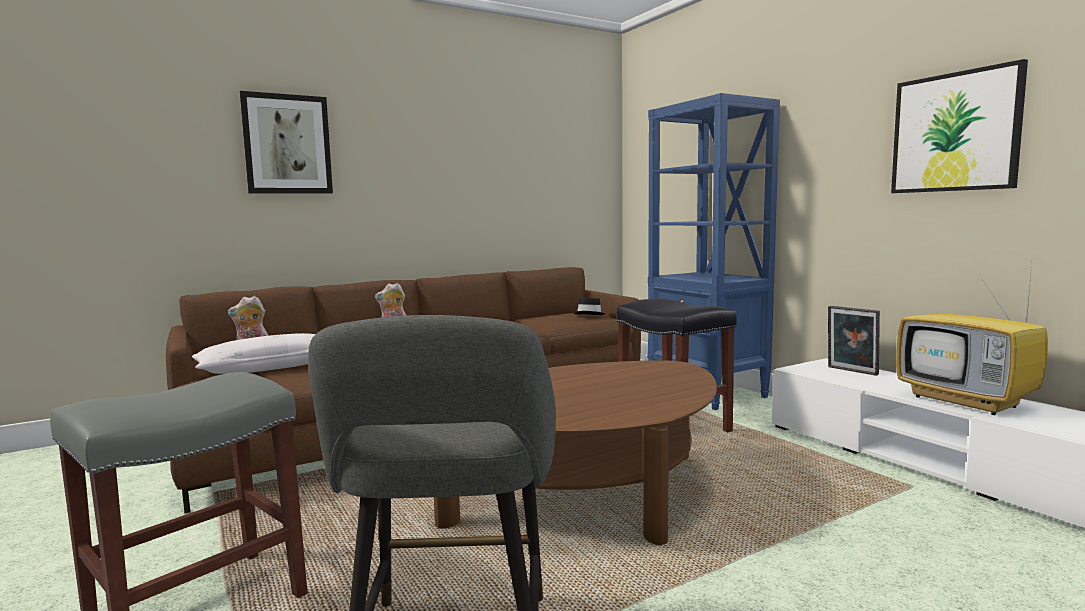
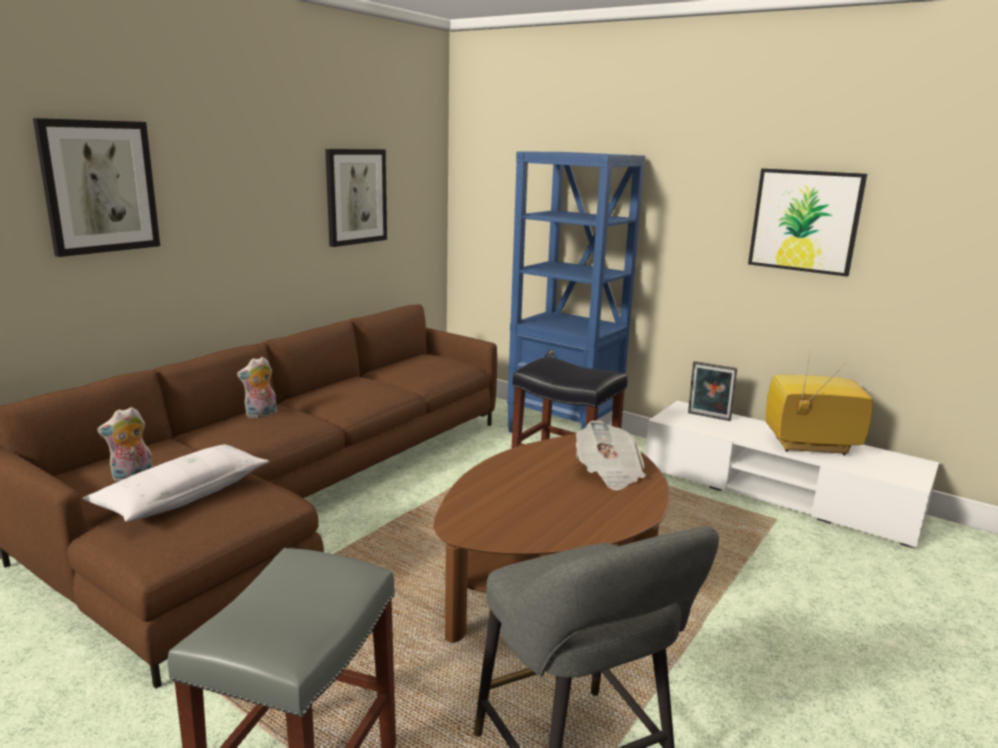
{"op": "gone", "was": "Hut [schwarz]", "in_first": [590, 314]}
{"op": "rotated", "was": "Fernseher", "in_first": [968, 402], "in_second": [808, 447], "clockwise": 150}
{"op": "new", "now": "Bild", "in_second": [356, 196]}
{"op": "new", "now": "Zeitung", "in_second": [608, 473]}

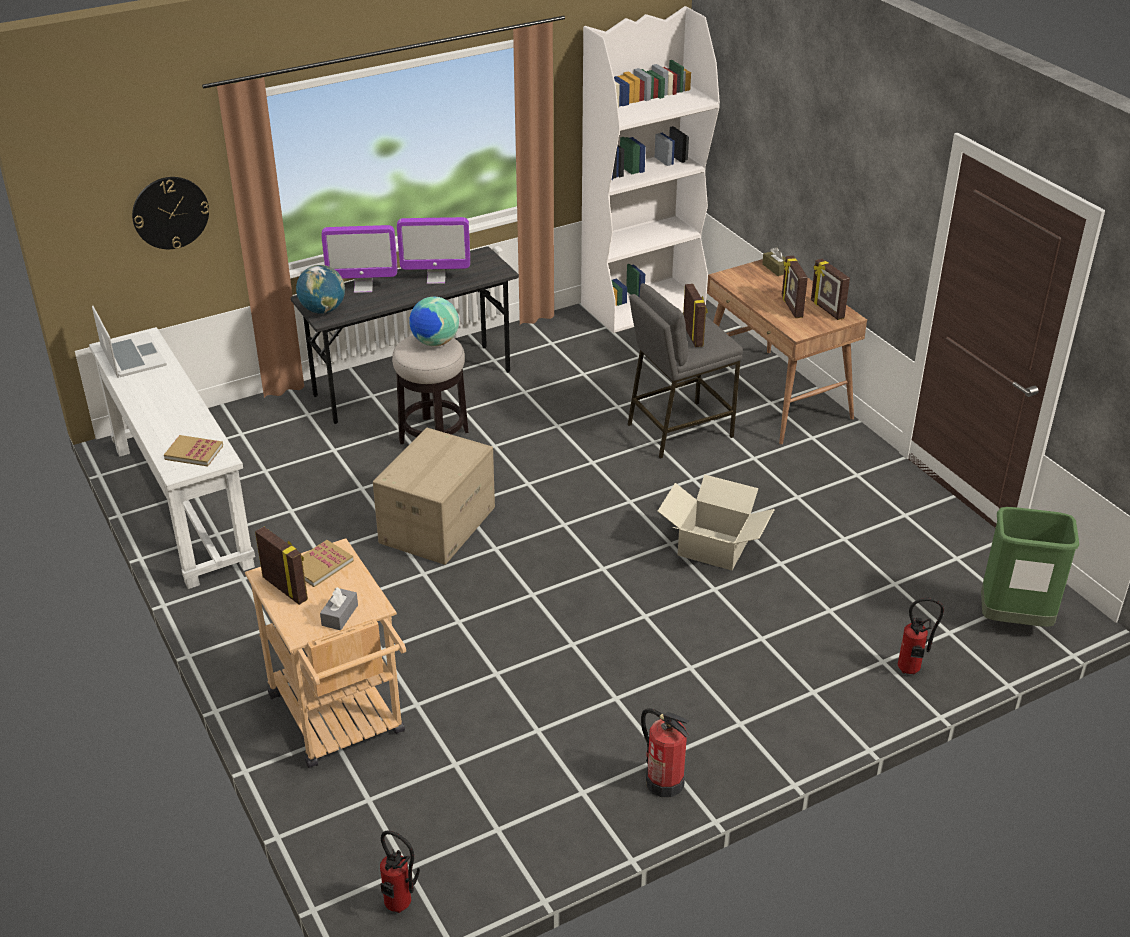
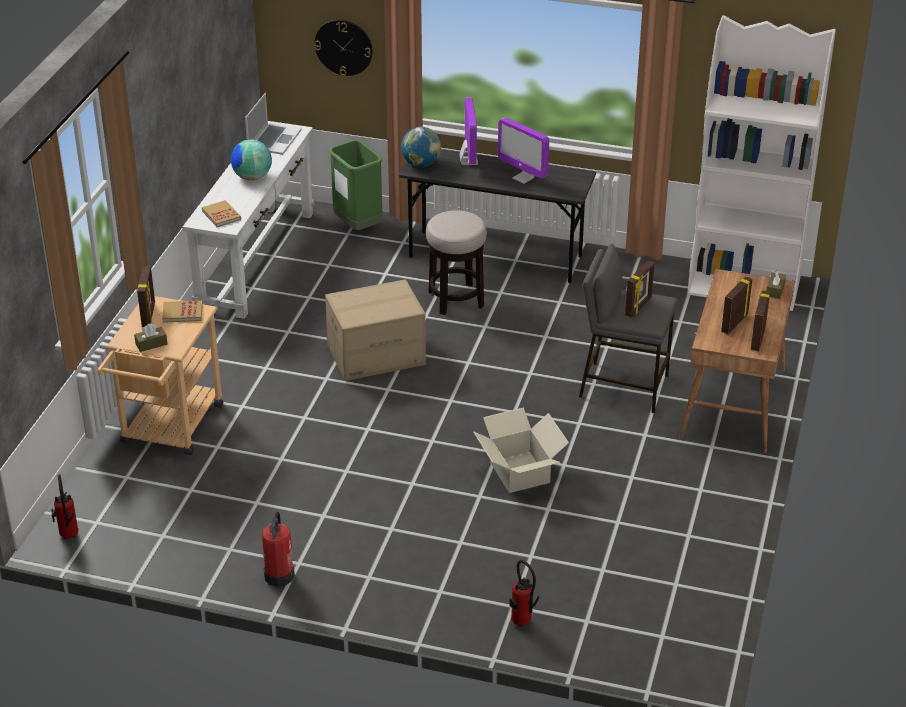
{"op": "repainted", "was": "Taschentuchbox [grau]", "now": "Taschentuchbox [braun]", "in_first": [340, 615], "in_second": [151, 344]}
{"op": "rotated", "was": "Monitor", "in_first": [363, 287], "in_second": [468, 161], "clockwise": -135}
{"op": "shifted", "was": "Globus", "in_first": [435, 342], "in_second": [252, 177]}
{"op": "shifted", "was": "Mülleimer [grün]", "in_first": [1013, 621], "in_second": [357, 226]}

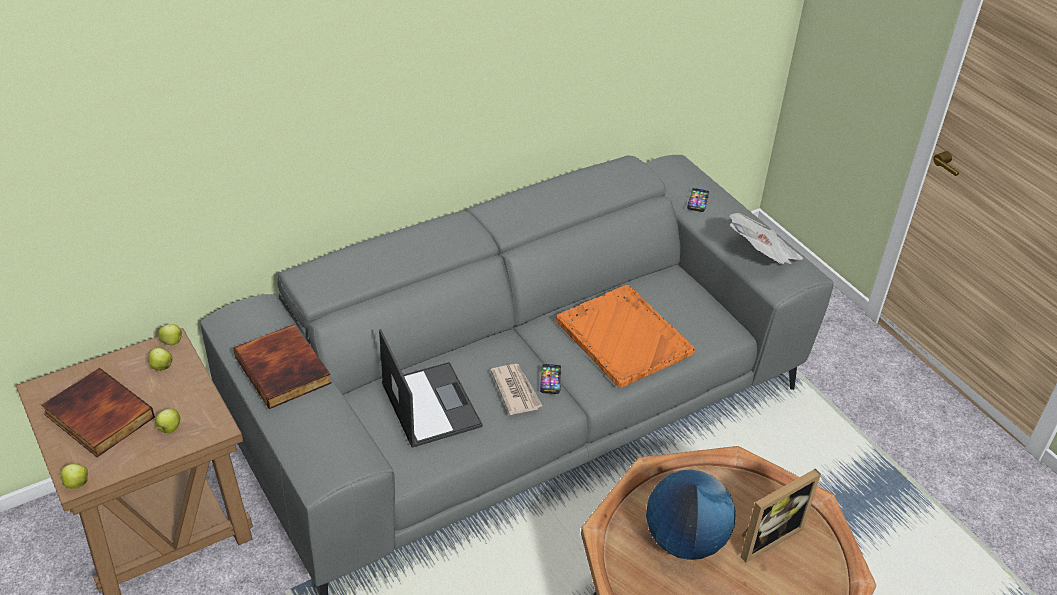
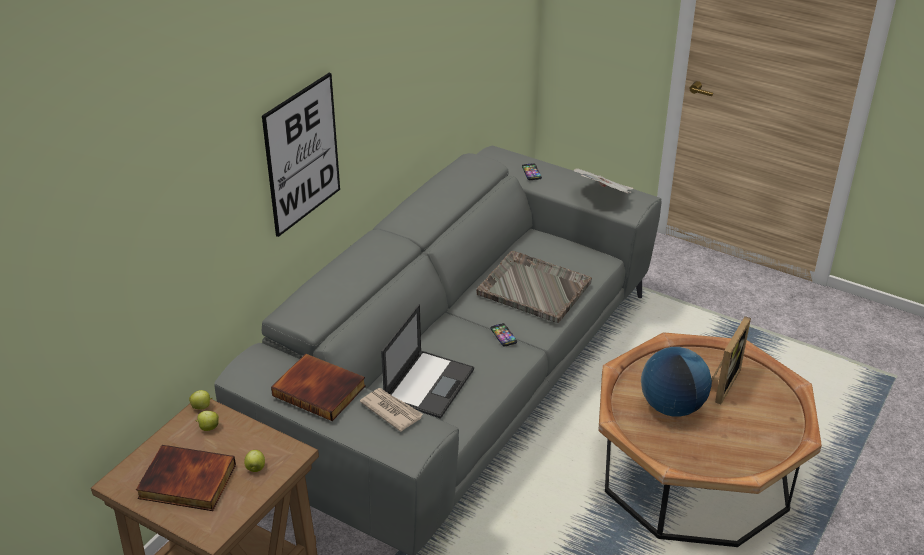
{"op": "gone", "was": "Apfel", "in_first": [76, 483]}
{"op": "rotated", "was": "Laptop", "in_first": [430, 404], "in_second": [429, 383], "clockwise": 75}
{"op": "shifted", "was": "Zeitung", "in_first": [516, 390], "in_second": [391, 410]}
{"op": "repainted", "was": "Tablett [orange]", "now": "Tablett [grau]", "in_first": [623, 336], "in_second": [533, 288]}
{"op": "new", "now": "Bild", "in_second": [302, 154]}

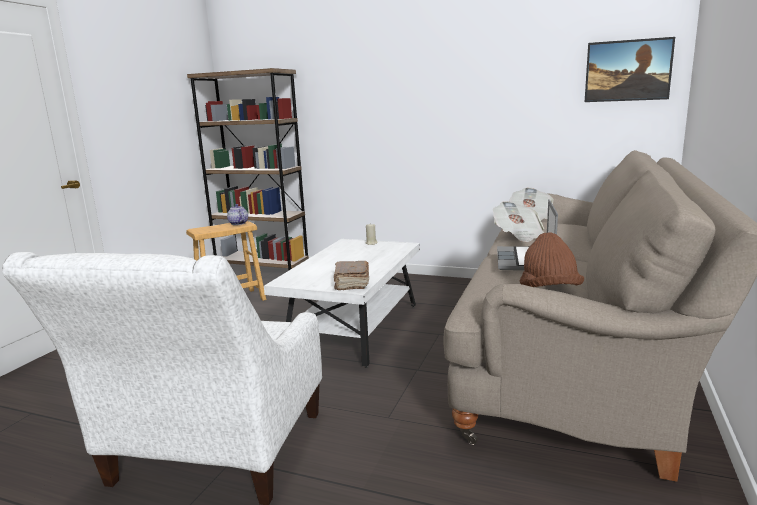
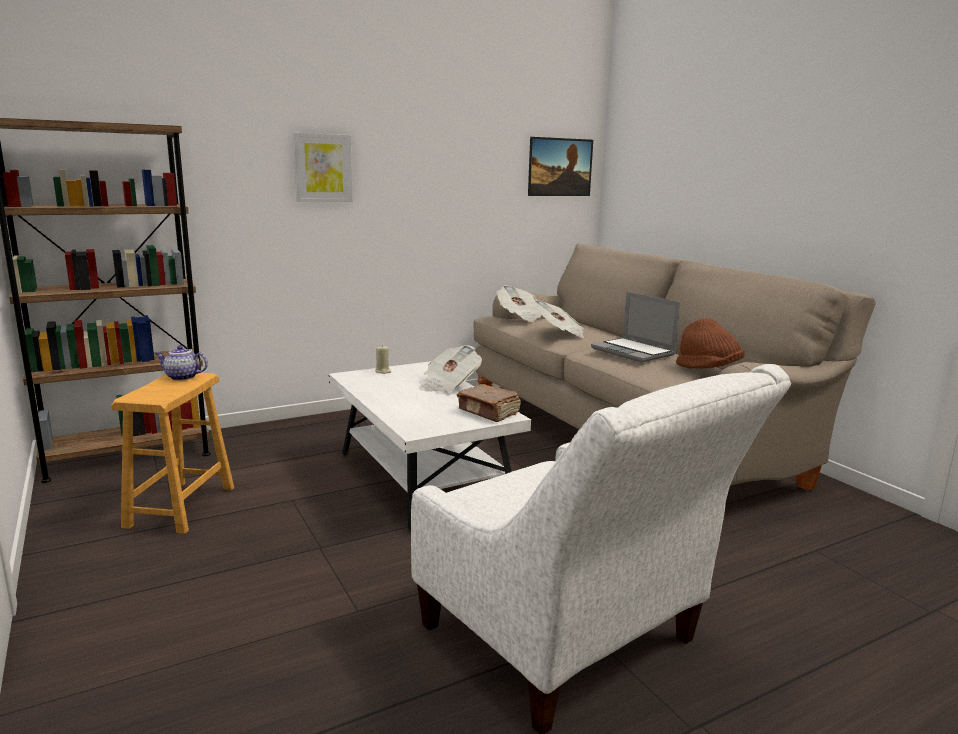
{"op": "new", "now": "Bild", "in_second": [323, 168]}
{"op": "new", "now": "Zeitung", "in_second": [448, 385]}

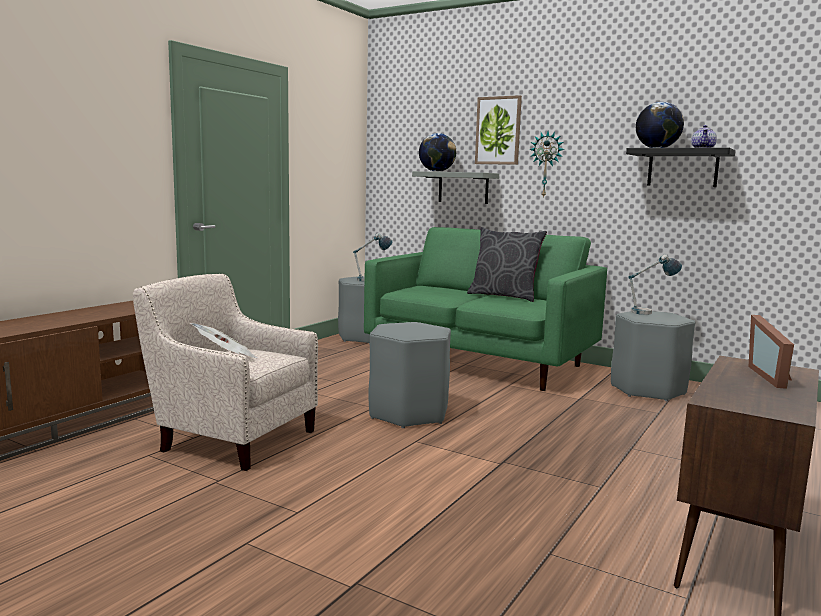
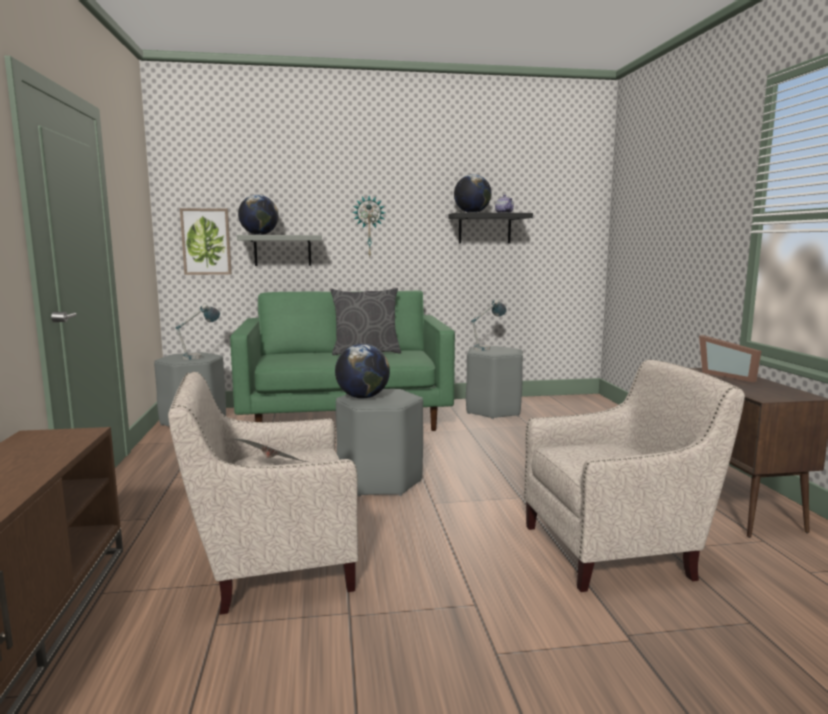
{"op": "shifted", "was": "Bild", "in_first": [498, 130], "in_second": [206, 241]}
{"op": "new", "now": "Globus", "in_second": [362, 397]}
{"op": "new", "now": "Sessel [beige]", "in_second": [616, 550]}

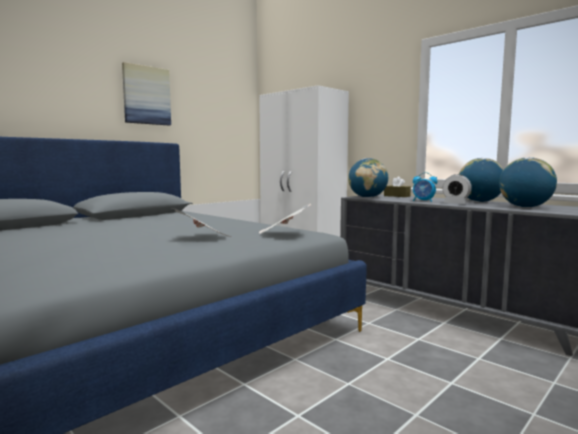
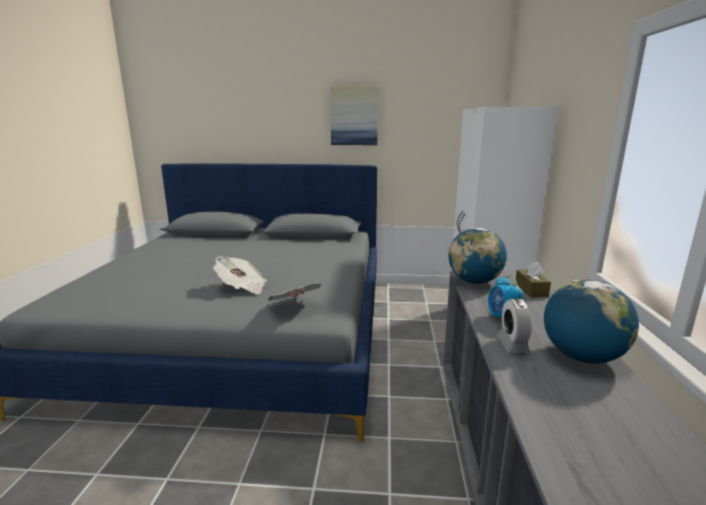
{"op": "gone", "was": "Globus", "in_first": [525, 207]}

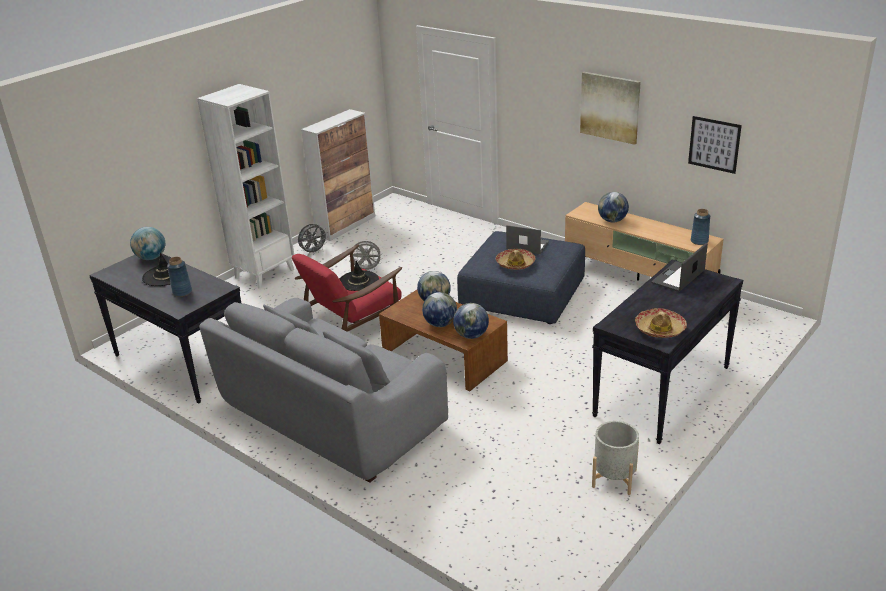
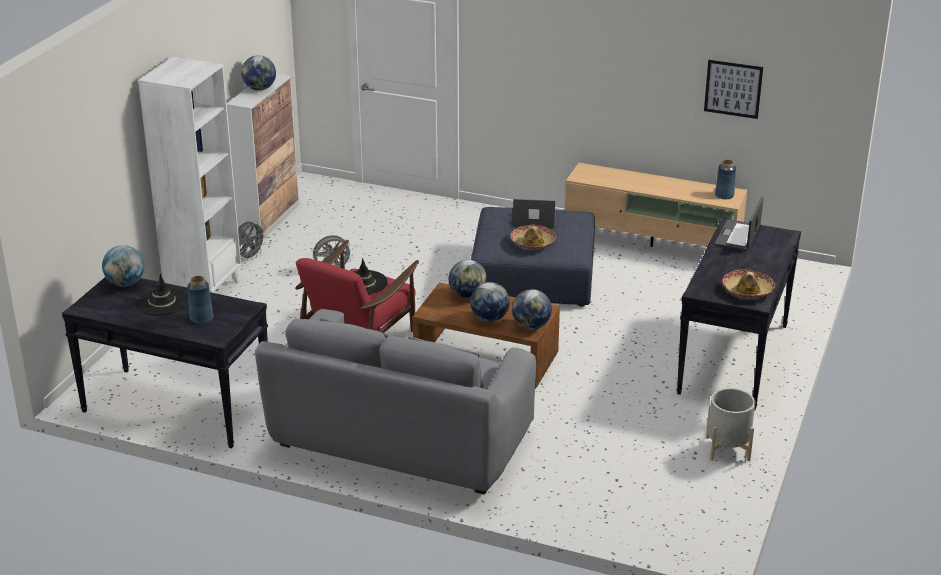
{"op": "gone", "was": "Bild", "in_first": [610, 107]}
{"op": "shifted", "was": "Globus", "in_first": [612, 221], "in_second": [259, 89]}

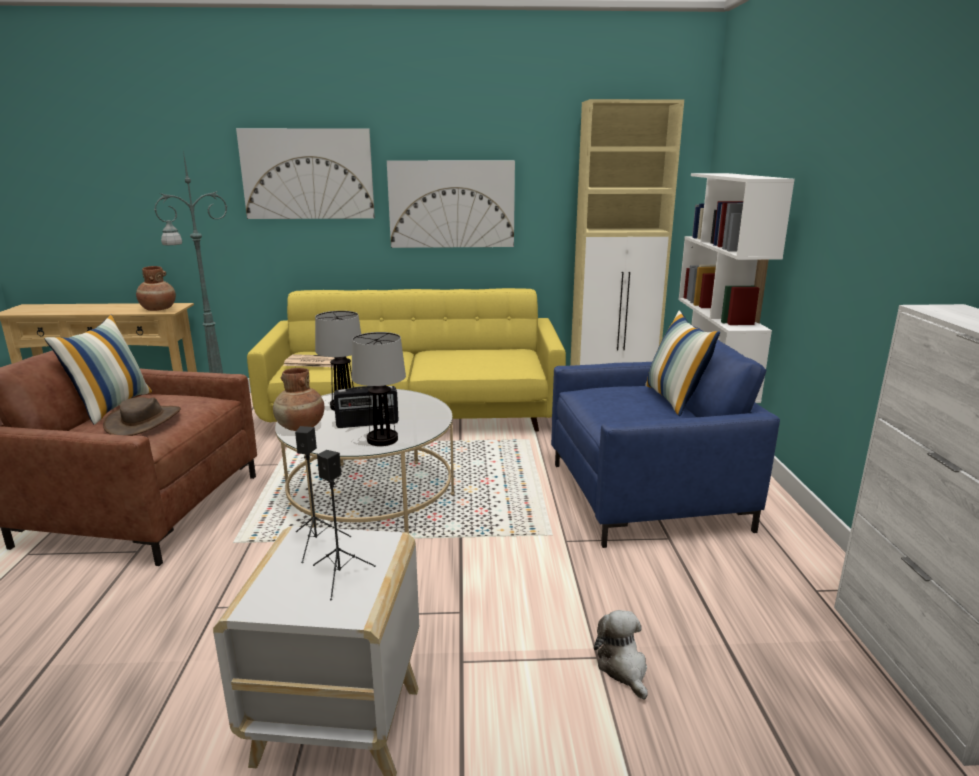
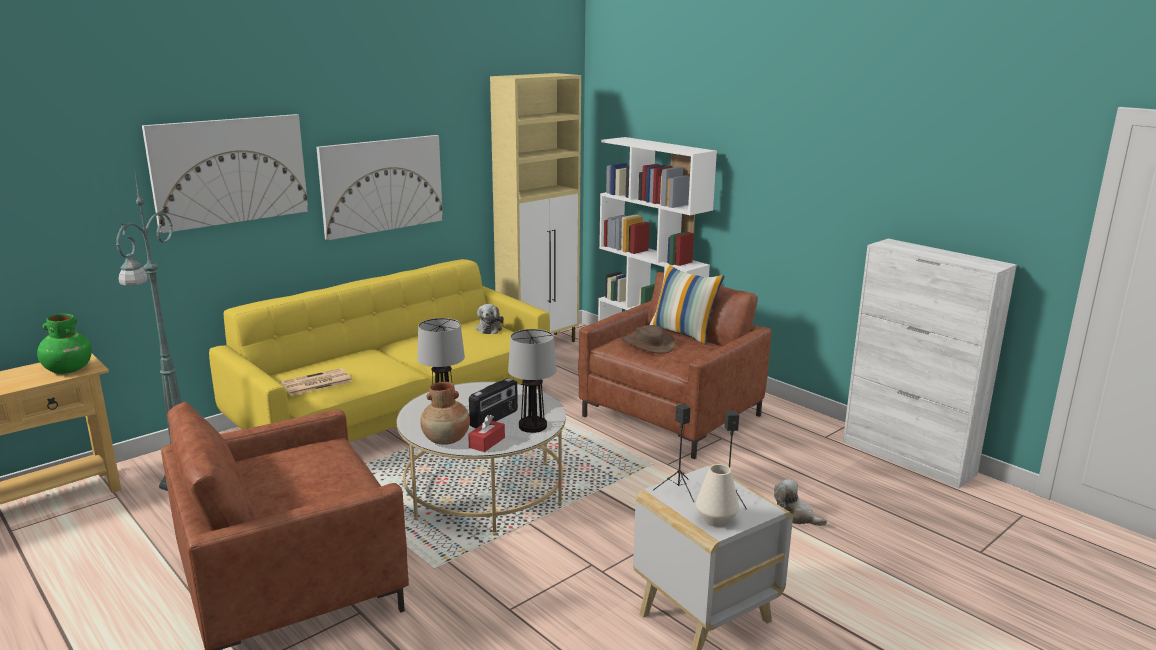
{"op": "gone", "was": "Kissen", "in_first": [111, 406]}
{"op": "shifted", "was": "Hut [braun]", "in_first": [144, 421], "in_second": [648, 344]}
{"op": "repainted", "was": "Vase [braun]", "now": "Vase [grün]", "in_first": [158, 309], "in_second": [67, 369]}
{"op": "repainted", "was": "Sessel [blau]", "now": "Sessel [braun]", "in_first": [646, 496], "in_second": [672, 416]}
{"op": "new", "now": "Taschentuchbox [rot]", "in_second": [487, 442]}
{"op": "new", "now": "Plüschtier", "in_second": [489, 328]}
{"op": "new", "now": "Vase [weiß]", "in_second": [716, 519]}

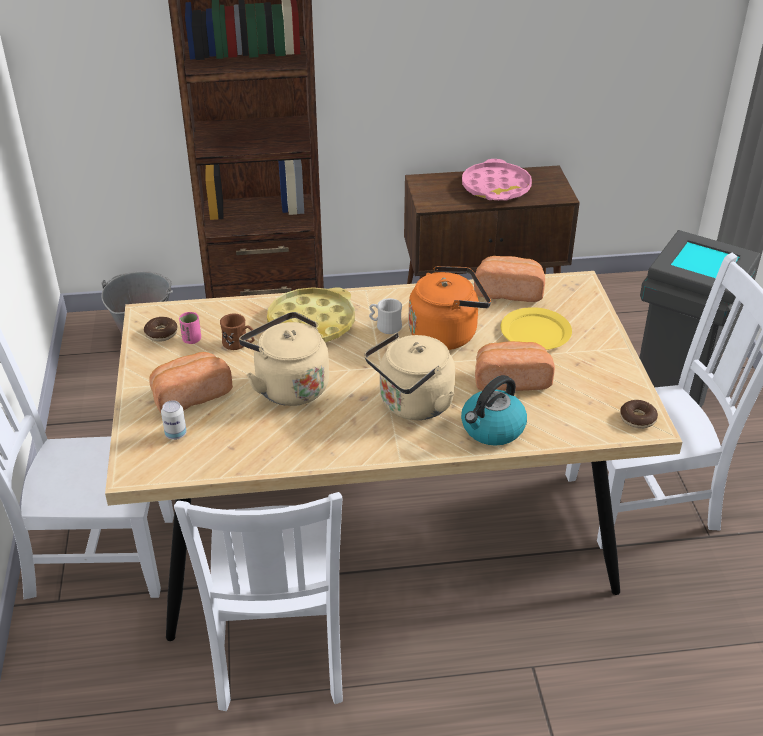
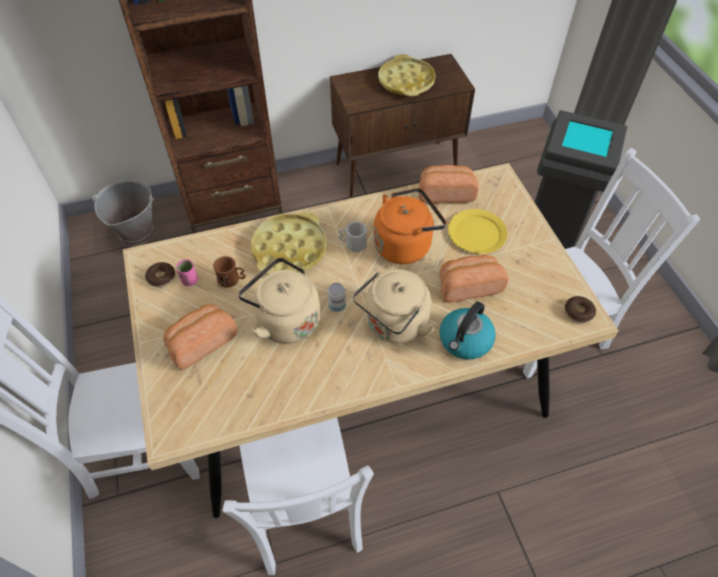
{"op": "shifted", "was": "Dose", "in_first": [176, 434], "in_second": [337, 306]}
{"op": "repainted", "was": "Tablett [rosa]", "now": "Tablett [gelb]", "in_first": [496, 187], "in_second": [406, 81]}

